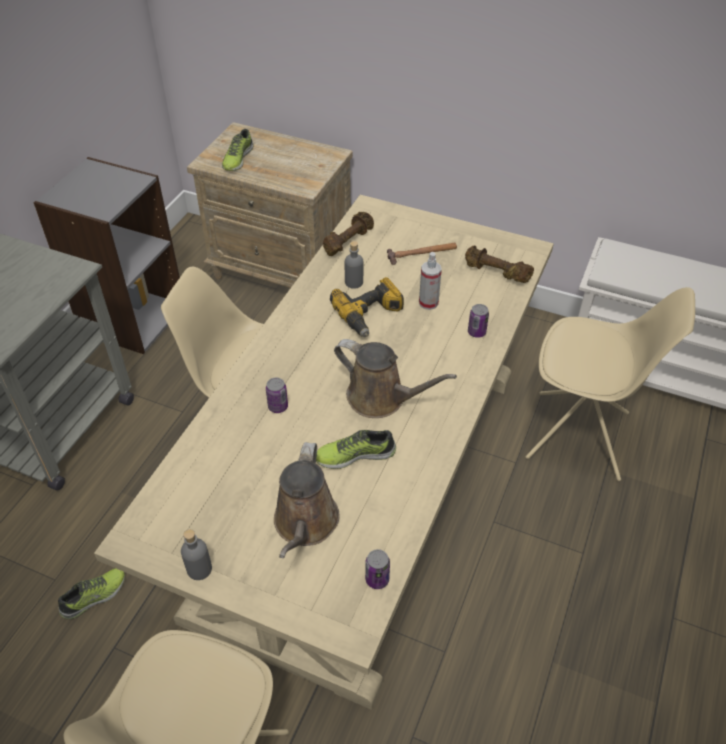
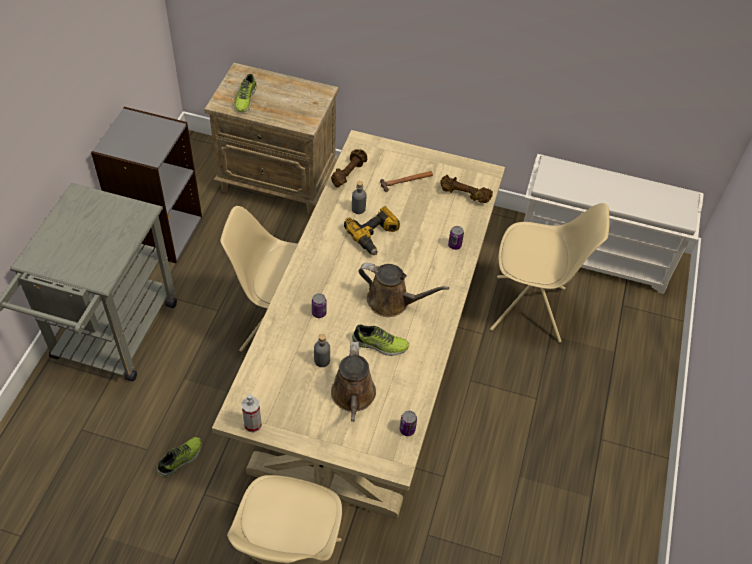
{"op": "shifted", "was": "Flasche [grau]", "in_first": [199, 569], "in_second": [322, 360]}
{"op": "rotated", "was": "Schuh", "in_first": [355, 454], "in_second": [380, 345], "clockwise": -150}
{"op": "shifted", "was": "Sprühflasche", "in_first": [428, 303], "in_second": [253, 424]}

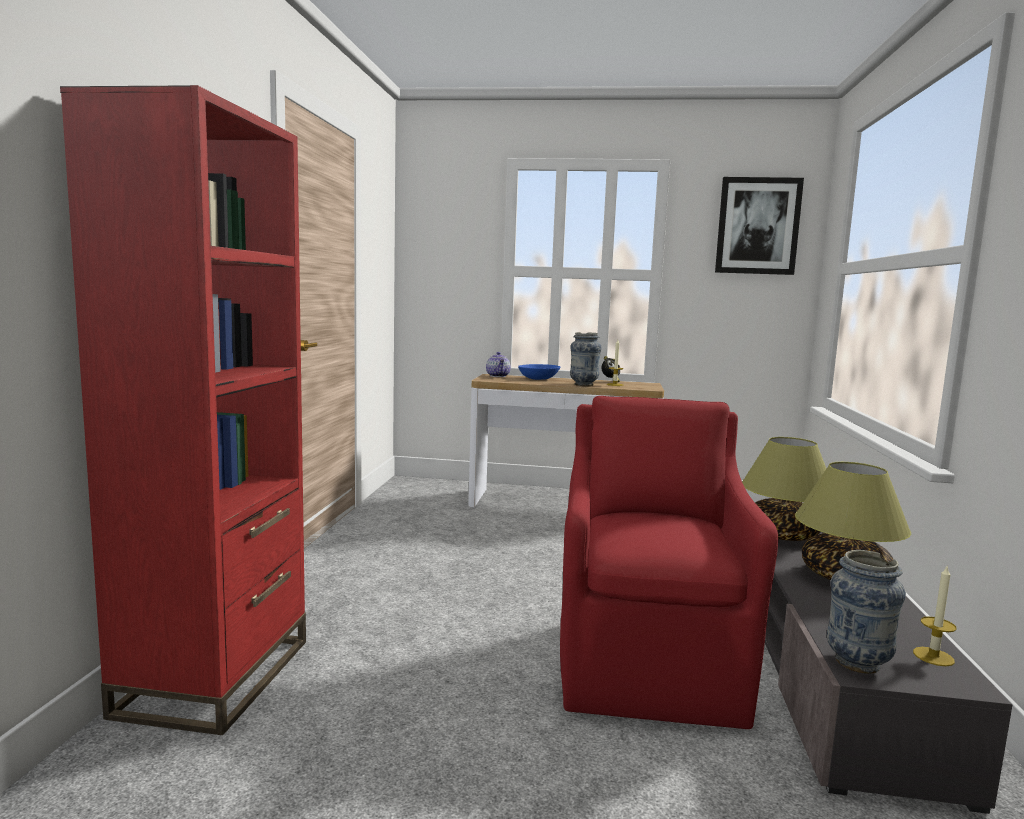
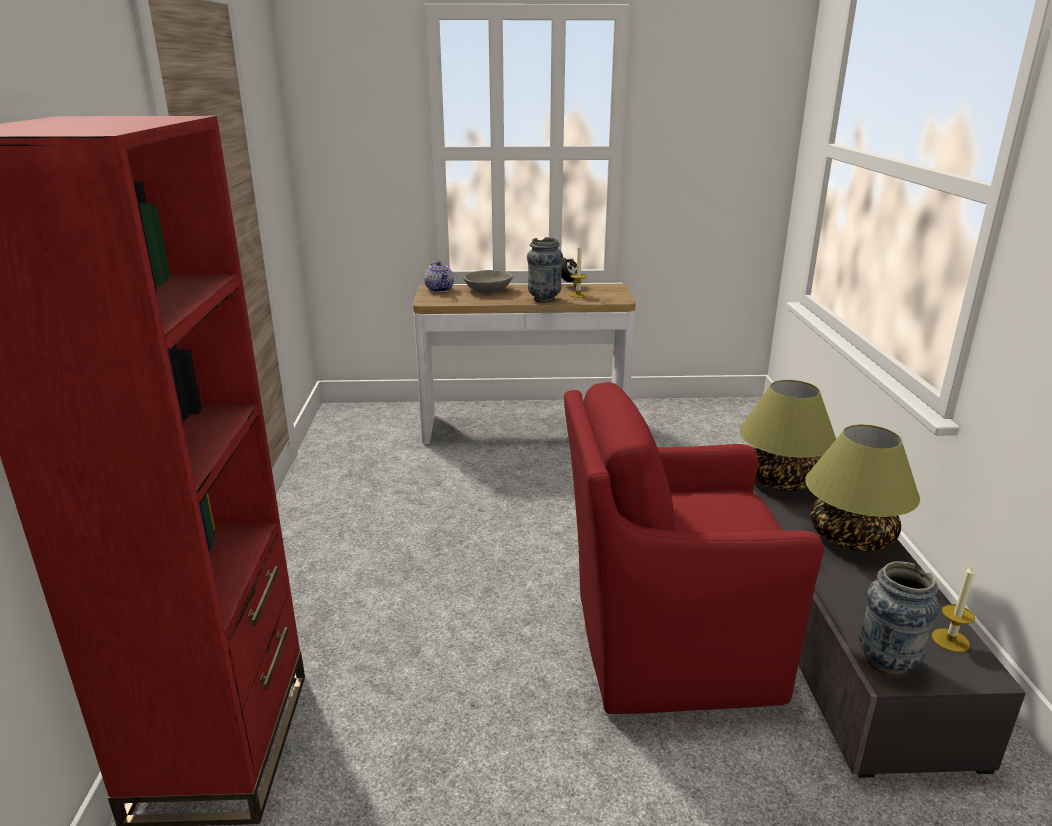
{"op": "repainted", "was": "Schüssel [blau]", "now": "Schüssel [grau]", "in_first": [538, 378], "in_second": [488, 290]}
{"op": "rotated", "was": "Sessel [rot]", "in_first": [649, 665], "in_second": [667, 647], "clockwise": -90}
{"op": "gone", "was": "Bild", "in_first": [757, 226]}

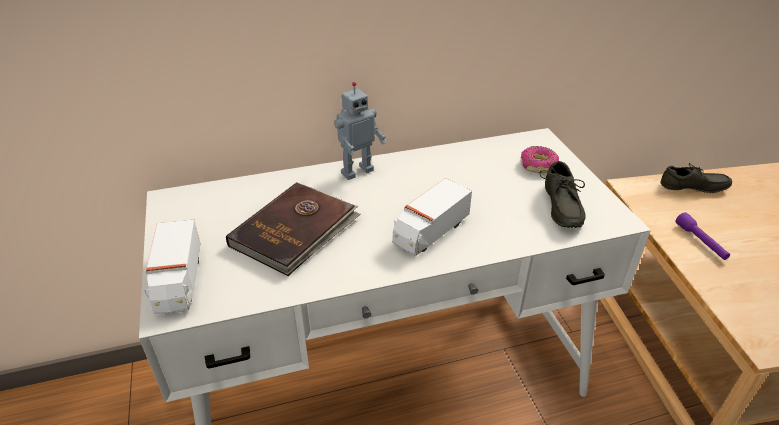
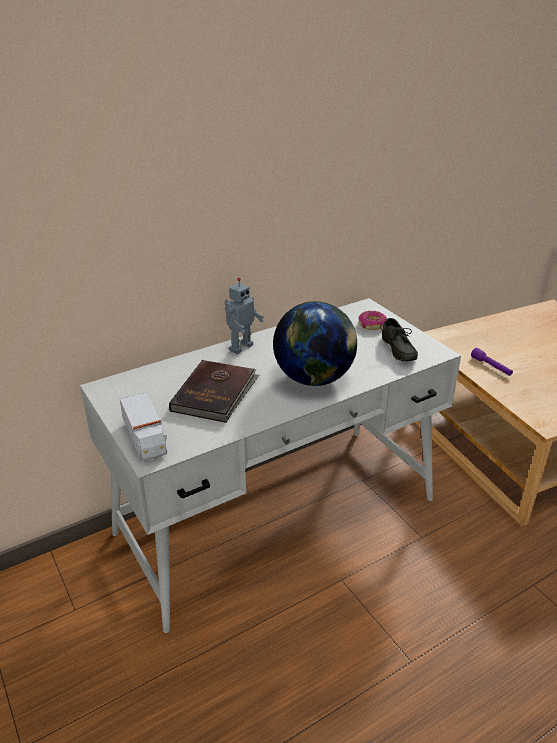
{"op": "swapped", "was": "Spielzeuglaster", "now": "Globus", "in_first": [430, 232], "in_second": [314, 379]}
{"op": "gone", "was": "Schuh [grau]", "in_first": [694, 188]}

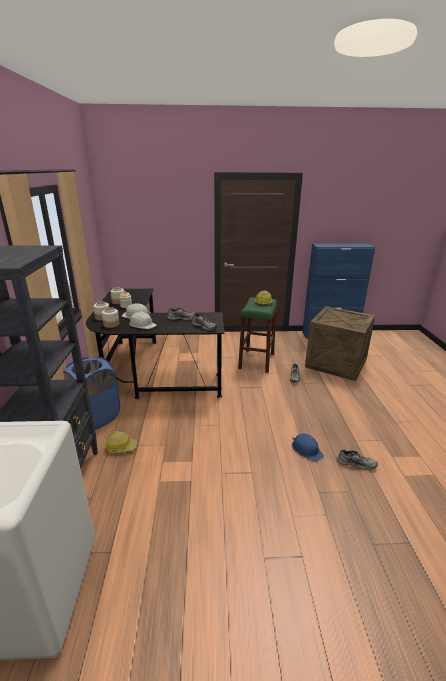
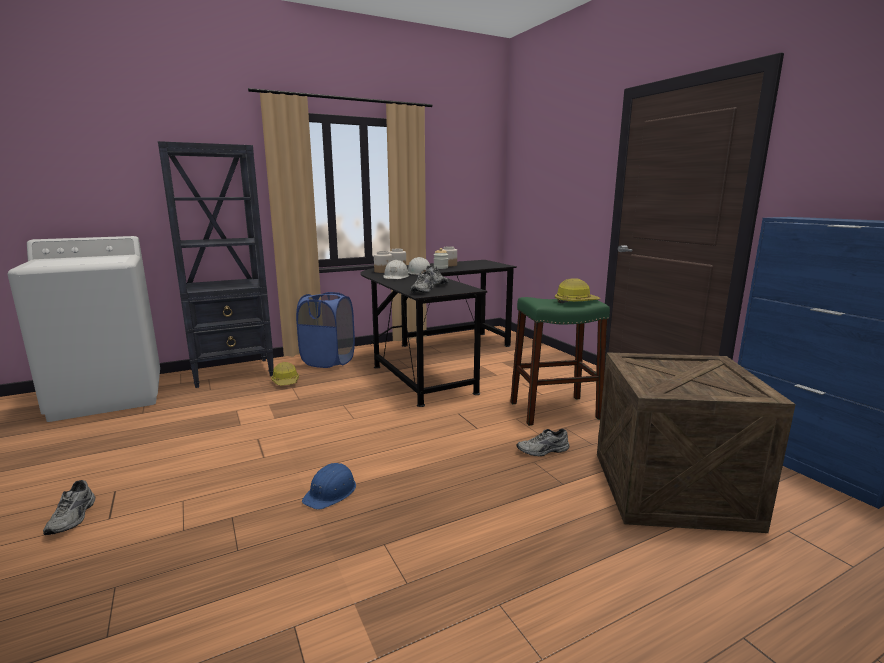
{"op": "shifted", "was": "Schuh [grau]", "in_first": [356, 463], "in_second": [74, 517]}

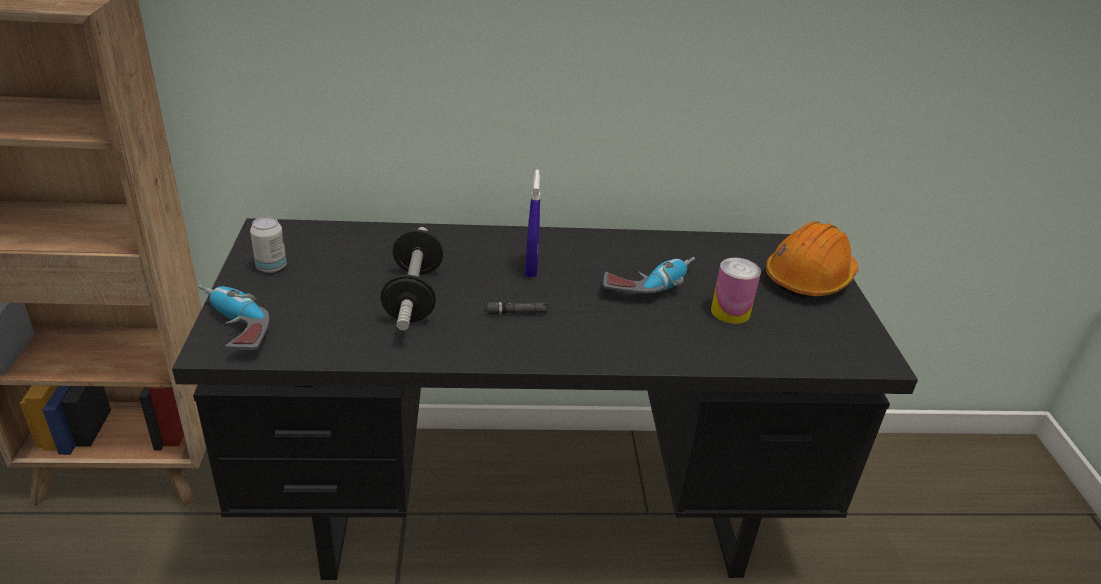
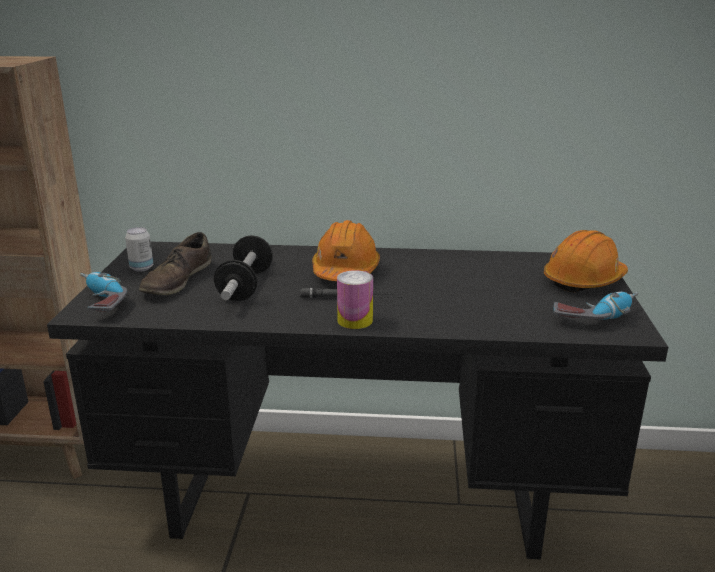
{"op": "swapped", "was": "Sprühflasche [blau]", "now": "Schutzhelm [orange]", "in_first": [531, 268], "in_second": [345, 271]}
{"op": "shifted", "was": "Bohrmaschine", "in_first": [649, 285], "in_second": [596, 315]}
{"op": "shifted", "was": "Dose", "in_first": [730, 312], "in_second": [355, 320]}
{"op": "new", "now": "Schuh [braun]", "in_second": [177, 280]}

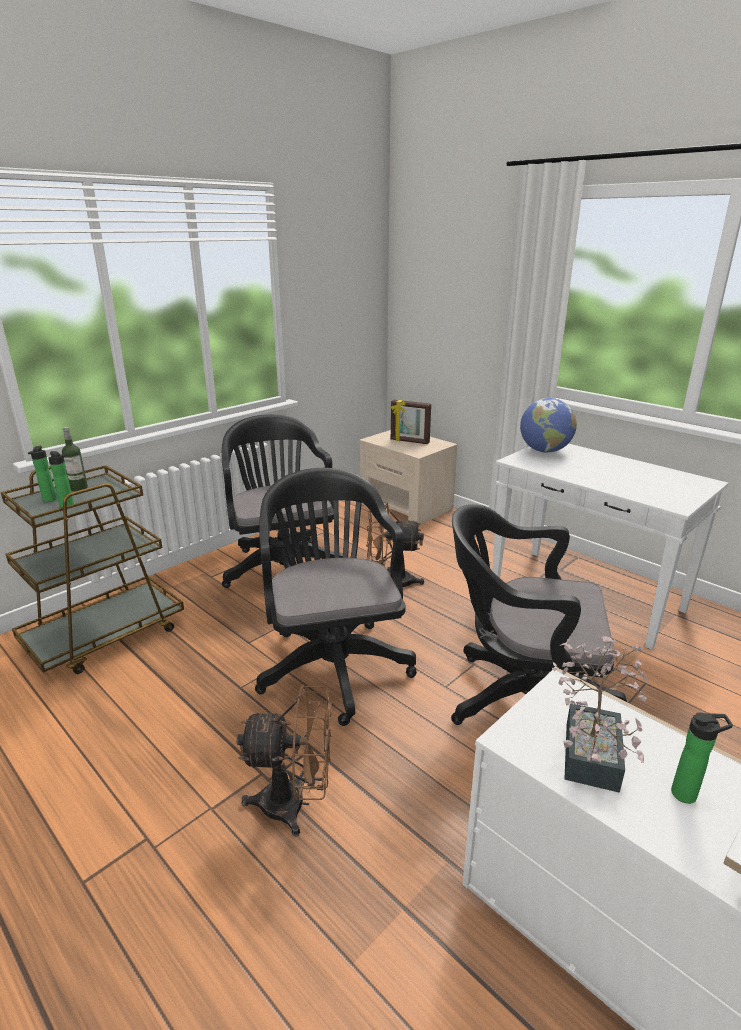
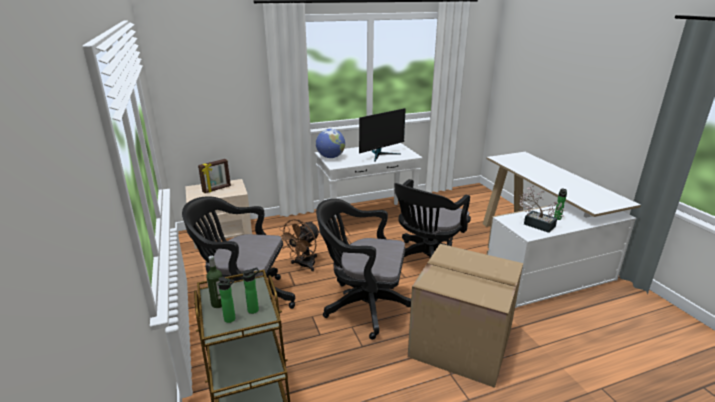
{"op": "swapped", "was": "Ventilator [braun]", "now": "Karton", "in_first": [295, 804], "in_second": [459, 343]}
{"op": "new", "now": "Monitor", "in_second": [381, 155]}

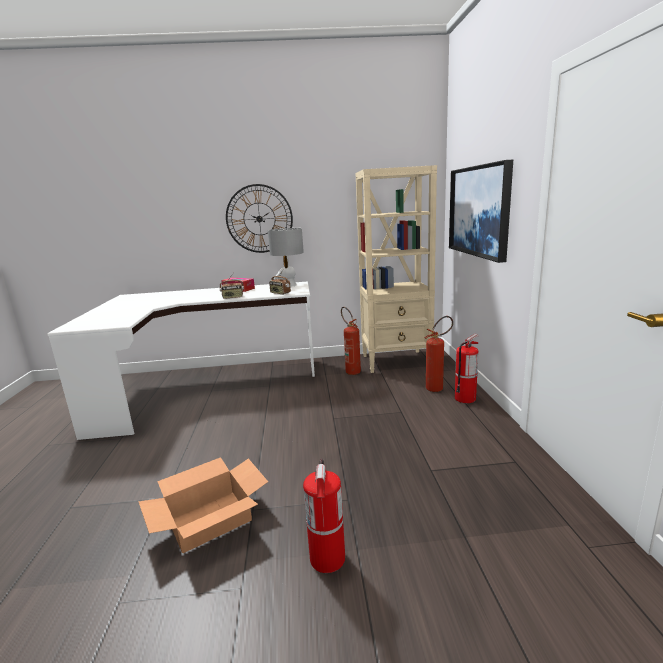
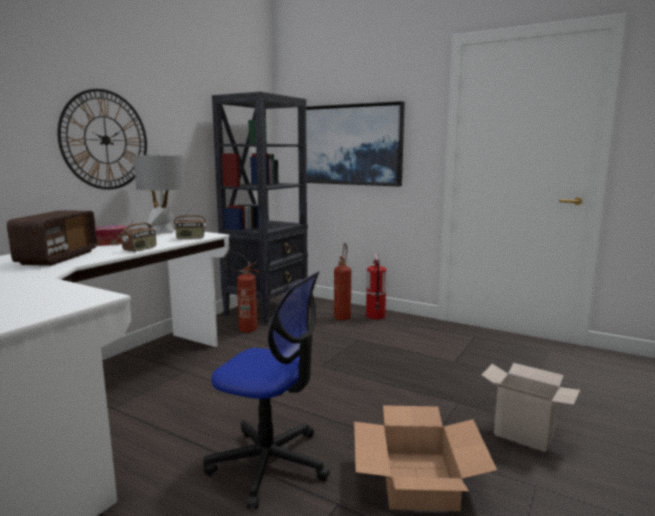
{"op": "swapped", "was": "Feuerlöscher", "now": "Karton", "in_first": [327, 559], "in_second": [526, 434]}
{"op": "repainted", "was": "Bücherregal [beige]", "now": "Bücherregal [schwarz]", "in_first": [396, 361], "in_second": [267, 309]}
{"op": "new", "now": "Radio", "in_second": [58, 257]}
{"op": "new", "now": "Bürostuhl", "in_second": [269, 464]}

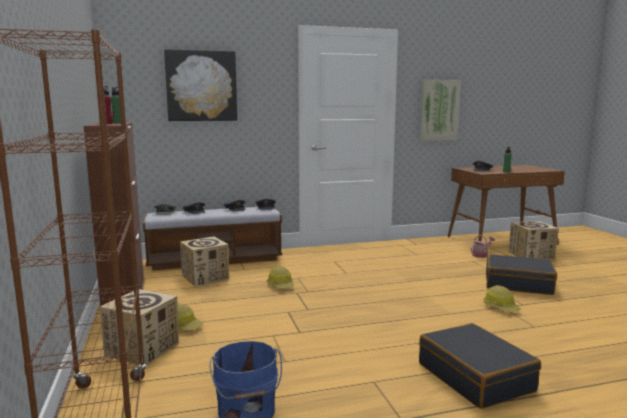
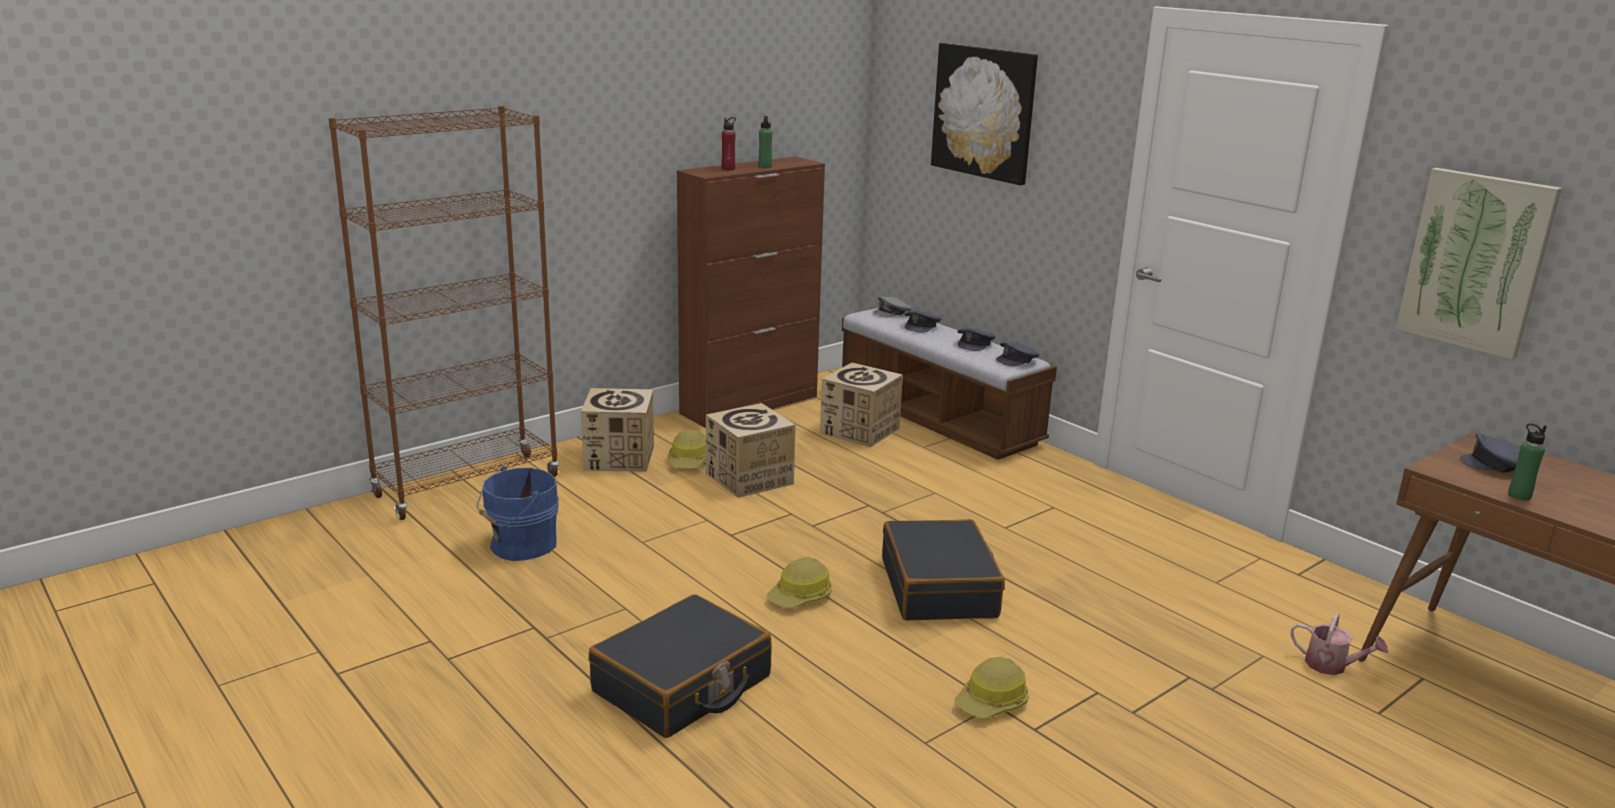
{"op": "shifted", "was": "Schutzhelm", "in_first": [281, 285], "in_second": [800, 597]}
{"op": "shifted", "was": "Koffer [schwarz]", "in_first": [518, 284], "in_second": [939, 588]}
{"op": "shifted", "was": "Karton", "in_first": [531, 255], "in_second": [749, 478]}

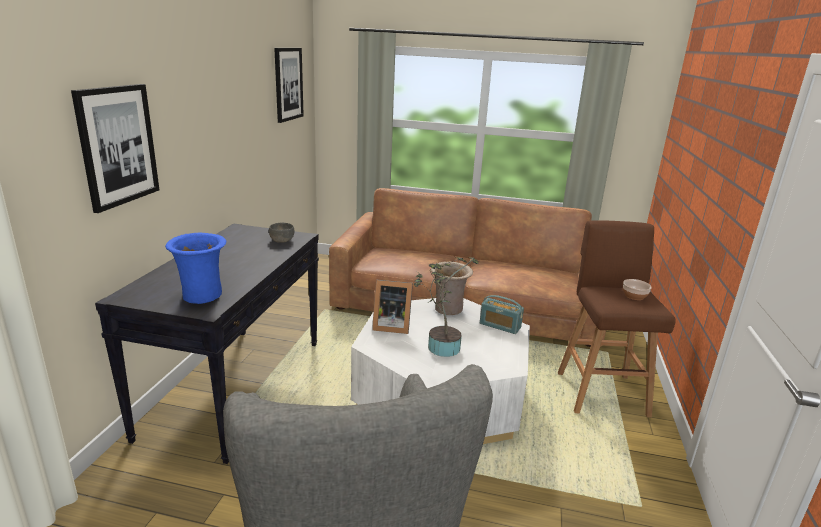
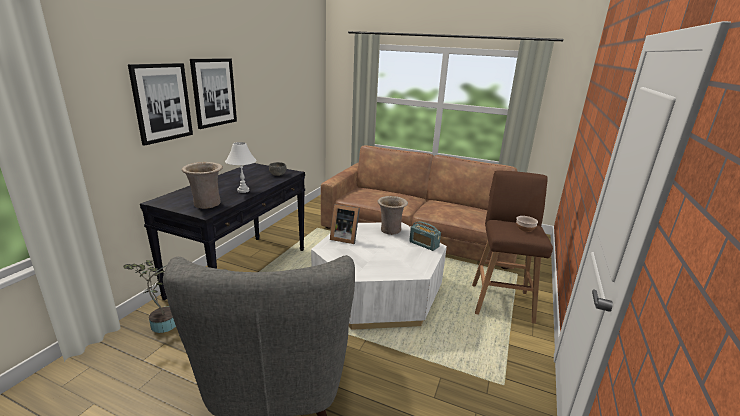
{"op": "repainted", "was": "Vase [blau]", "now": "Vase [beige]", "in_first": [203, 297], "in_second": [207, 205]}
{"op": "shifted", "was": "Bild", "in_first": [288, 84], "in_second": [214, 92]}
{"op": "shifted", "was": "Topfpflanze", "in_first": [440, 347], "in_second": [162, 323]}
{"op": "new", "now": "Tischlampe [weiß]", "in_second": [243, 190]}

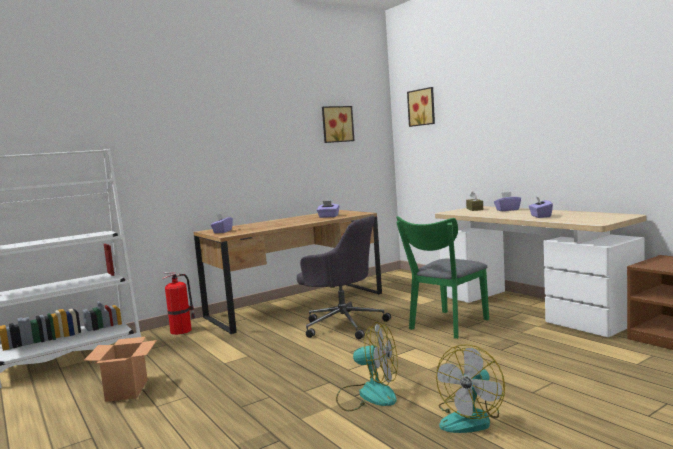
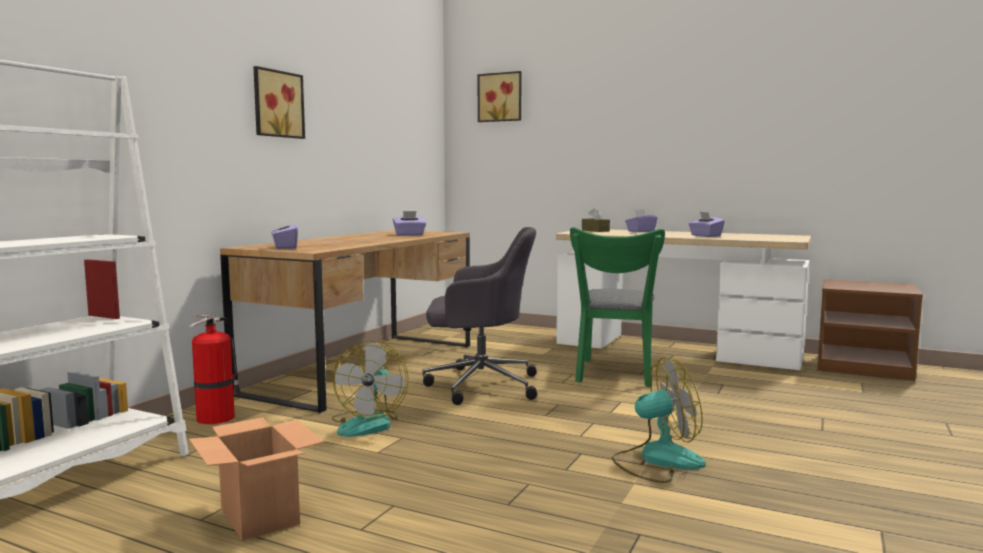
{"op": "shifted", "was": "Bild", "in_first": [336, 124], "in_second": [276, 104]}
{"op": "shifted", "was": "Ventilator", "in_first": [470, 418], "in_second": [369, 424]}

